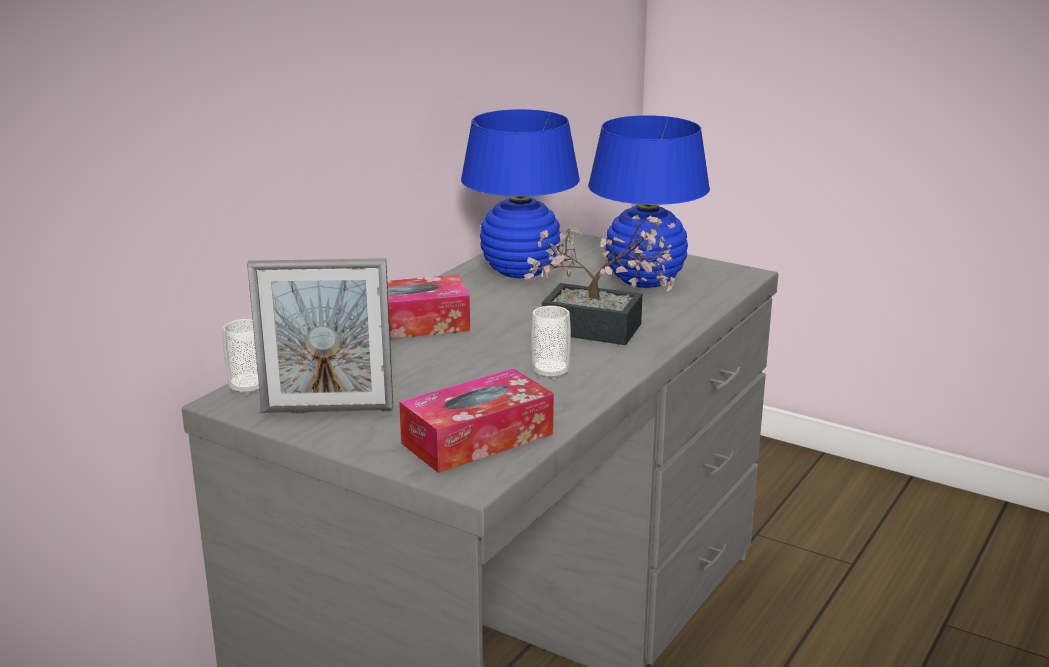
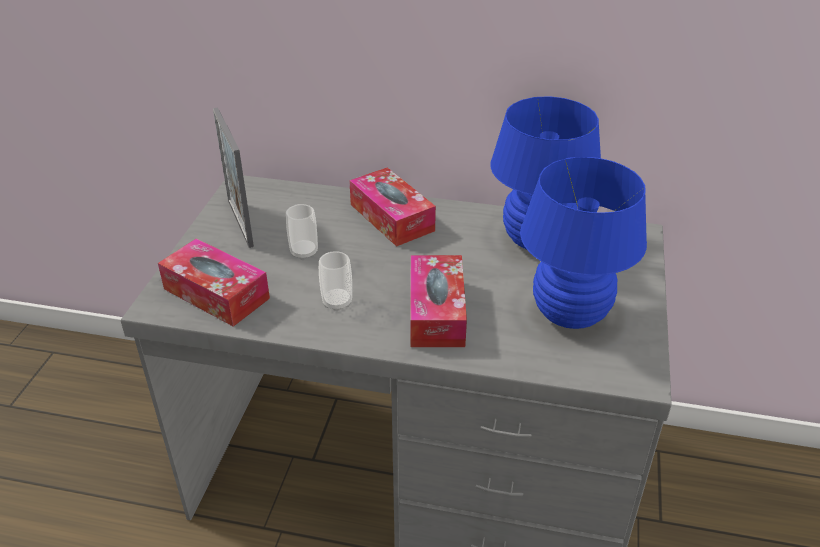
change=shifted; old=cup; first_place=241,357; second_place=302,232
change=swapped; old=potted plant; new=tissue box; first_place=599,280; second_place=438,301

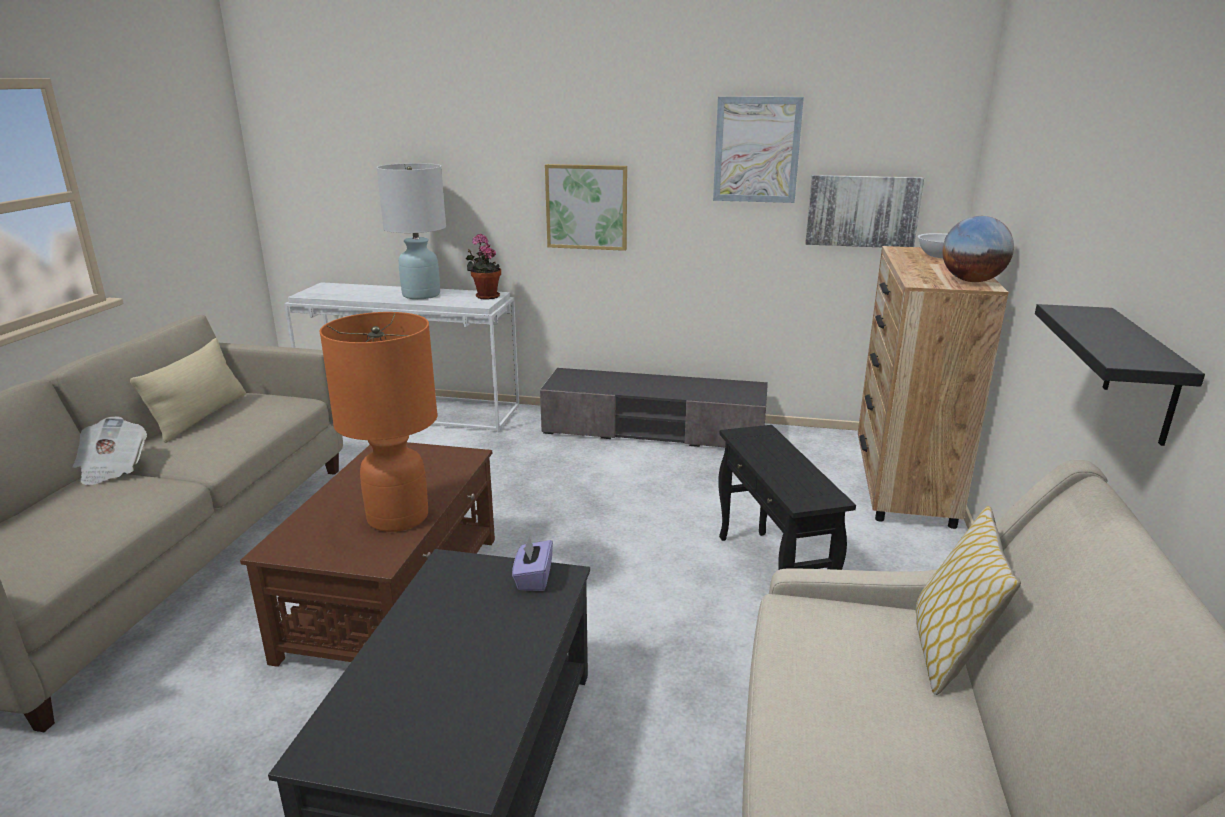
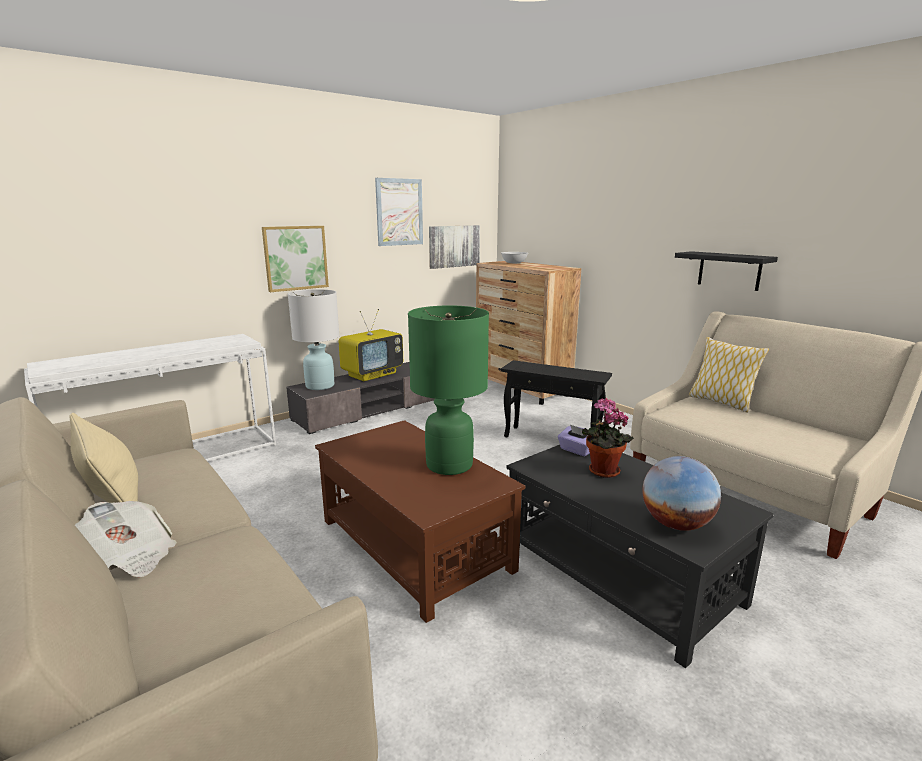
change=shifted; old=white table lamp; first_place=411,231; second_place=314,339
change=new; new=television; second_place=370,345
change=repainted; old=orange table lamp; new=green table lamp; first_place=379,422; second_place=448,390
change=shifted; old=potted plant; first_place=483,267; second_place=608,438
change=shifted; old=globe; first_place=978,249; second_place=681,493

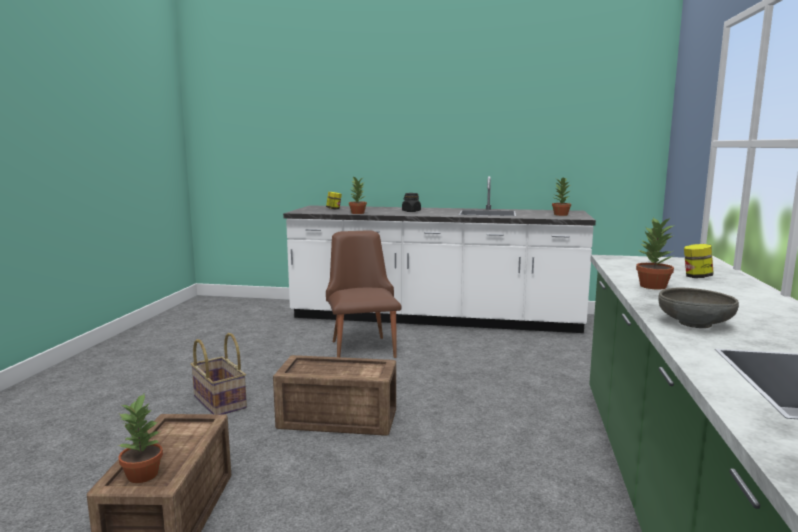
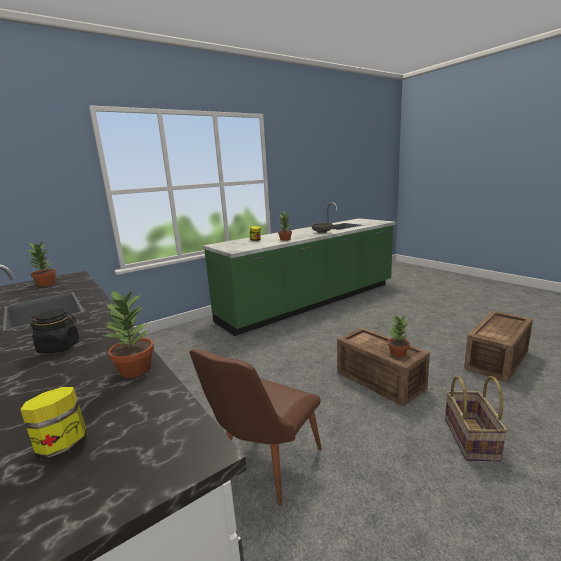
change=shifted; old=potted plant; first_place=140,437; second_place=399,335

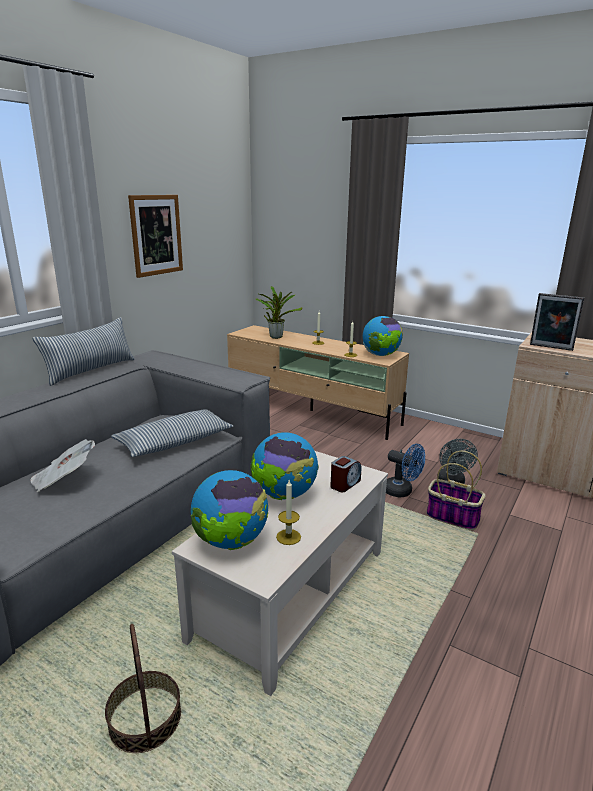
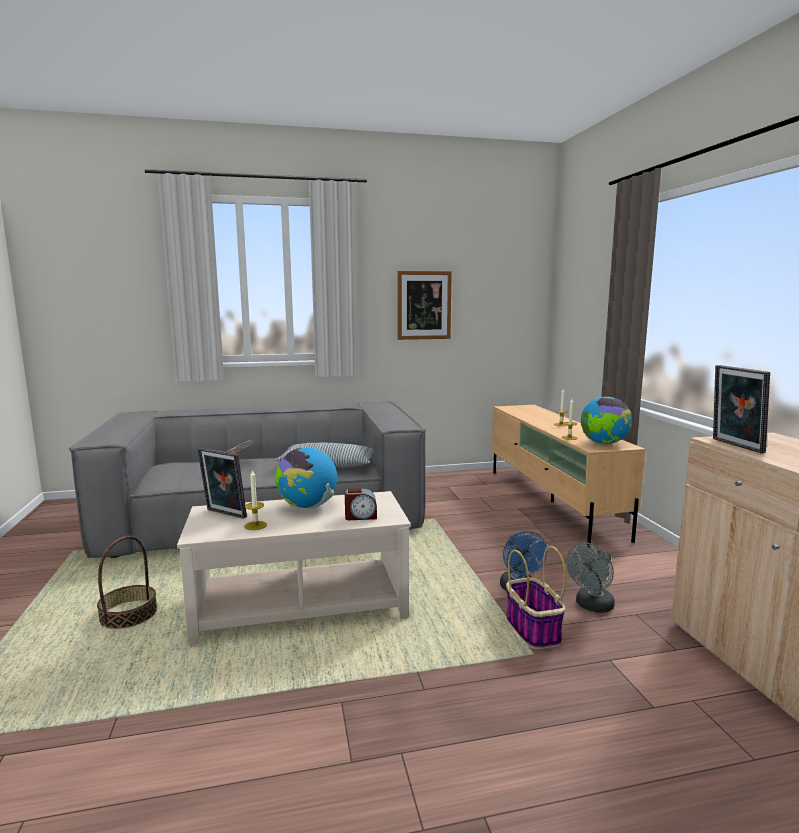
change=swapped; old=globe; new=picture frame; first_place=229,510; second_place=222,483
change=gone; old=pillow; first_place=84,351
change=gone; old=potted plant; first_place=279,312

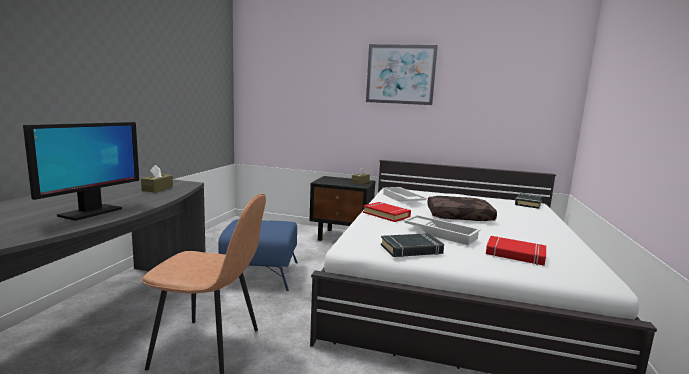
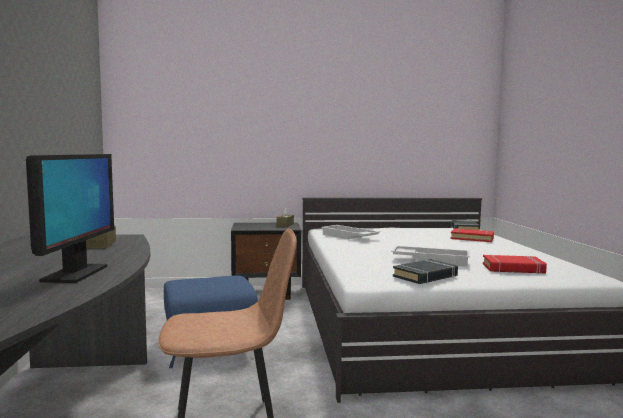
change=shifted; old=red book; first_place=387,212; second_place=472,235
change=gone; old=picture; first_place=402,74
change=gone; old=brown pillow; first_place=462,208

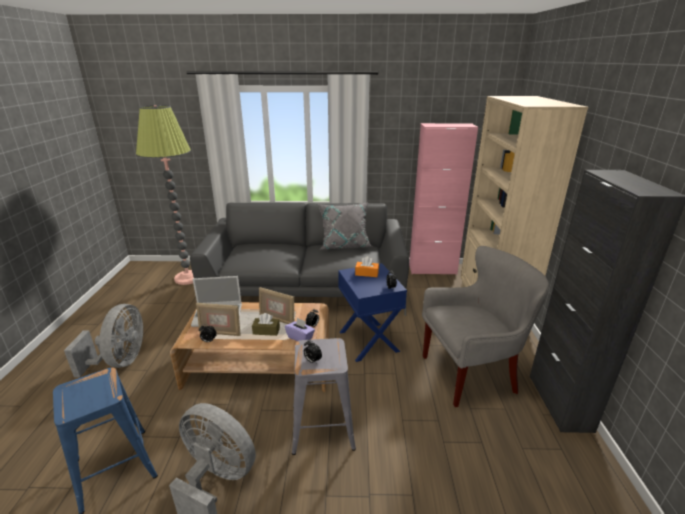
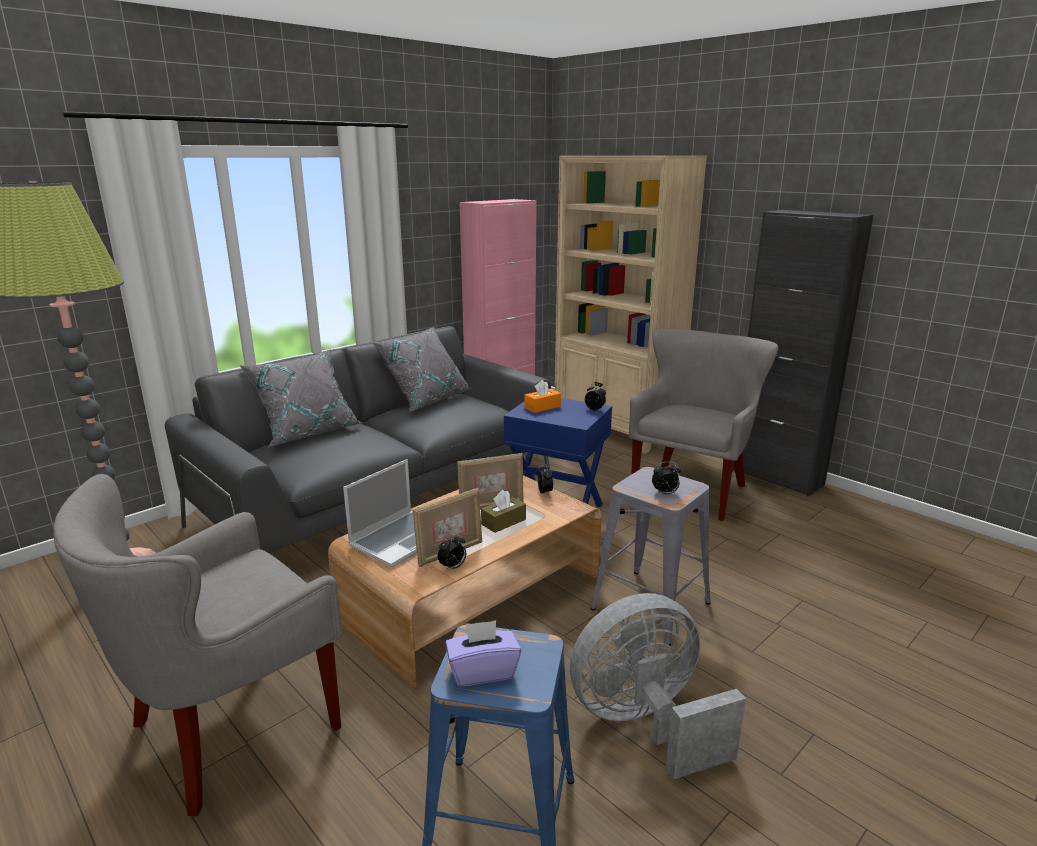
change=swapped; old=grey fan; new=grey armchair; first_place=103,340; second_place=197,645
change=new; new=grey pillow; second_place=301,398
change=shifted; old=purple tissue box; first_place=300,329; second_place=483,653

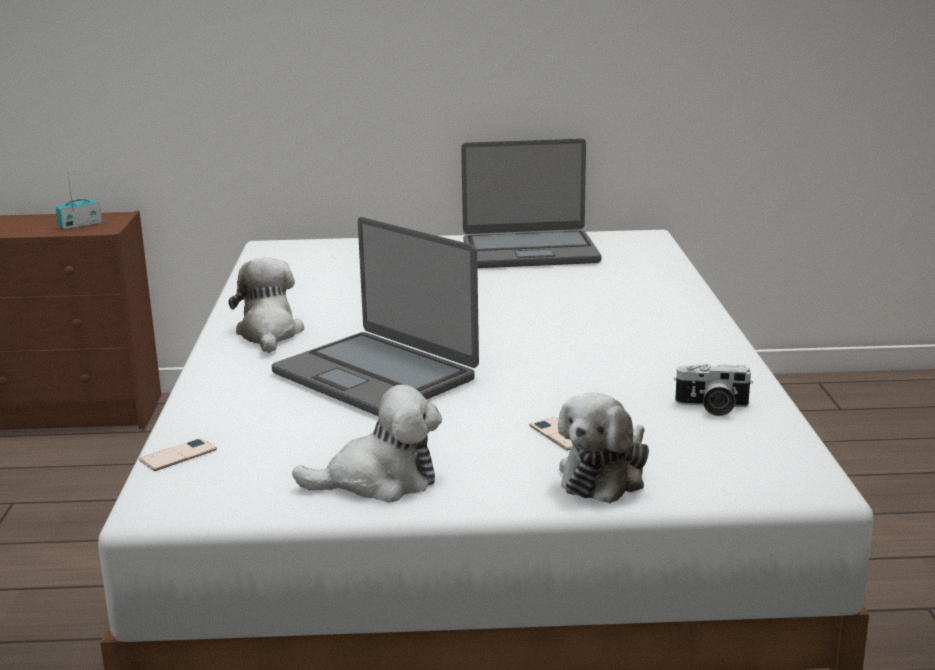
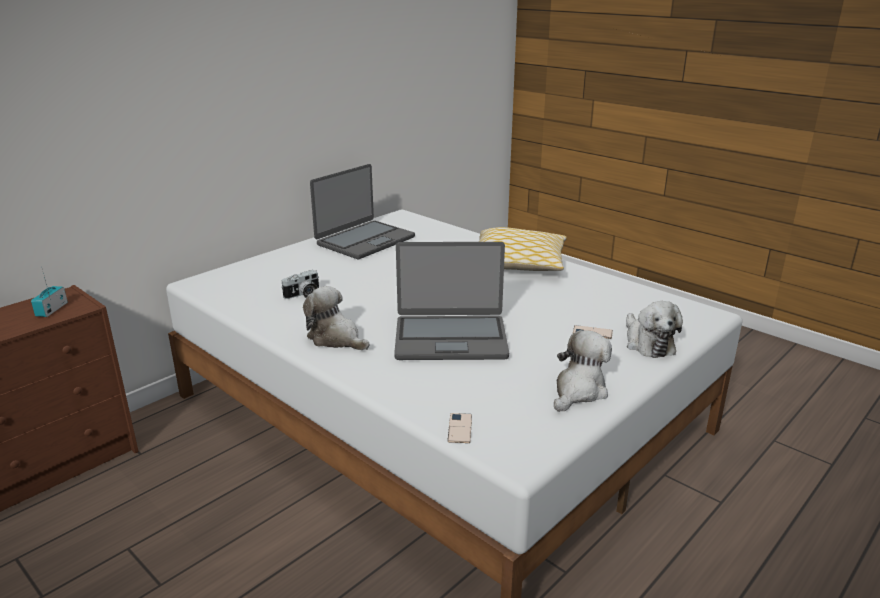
change=shifted; old=photo camera; first_place=713,390; second_place=300,284
change=new; new=pillow; second_place=523,249

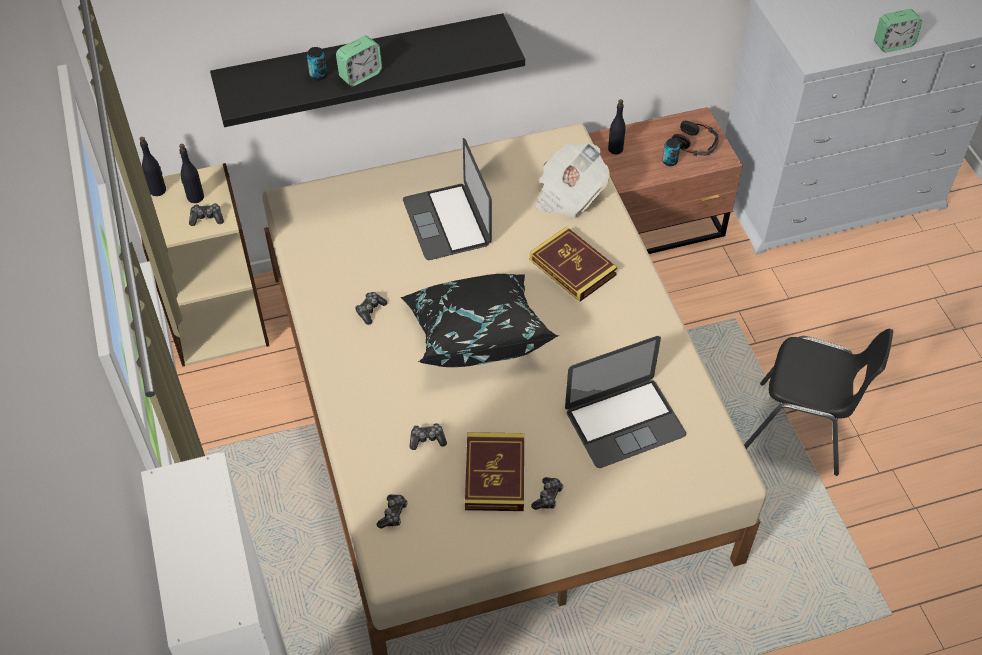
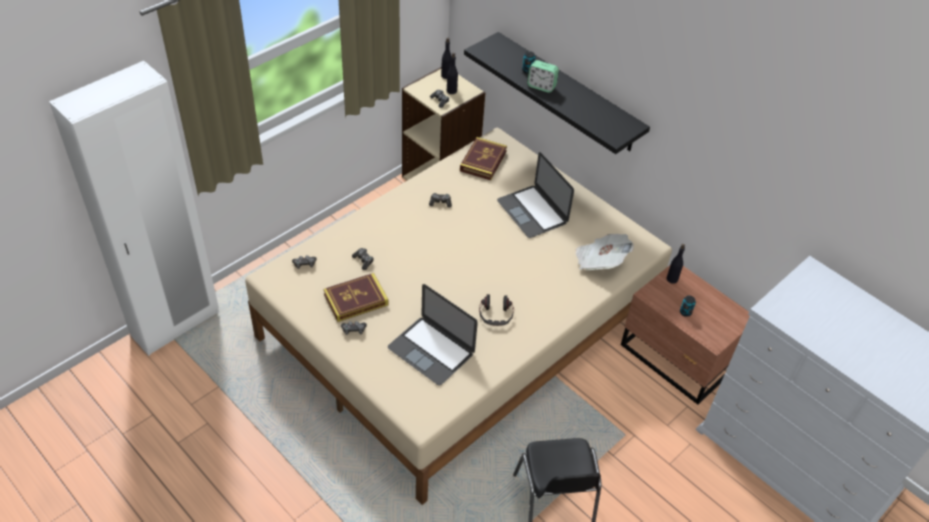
change=shifted; old=book; first_place=573,264; second_place=483,158
change=shifted; old=headphones; first_place=695,138; second_place=497,310
change=rotated; old=laptop; first_place=447,199; second_place=535,195; degrees=-75
change=gone; old=black pillow; first_place=480,320
change=gone; old=alarm clock; first_place=898,30

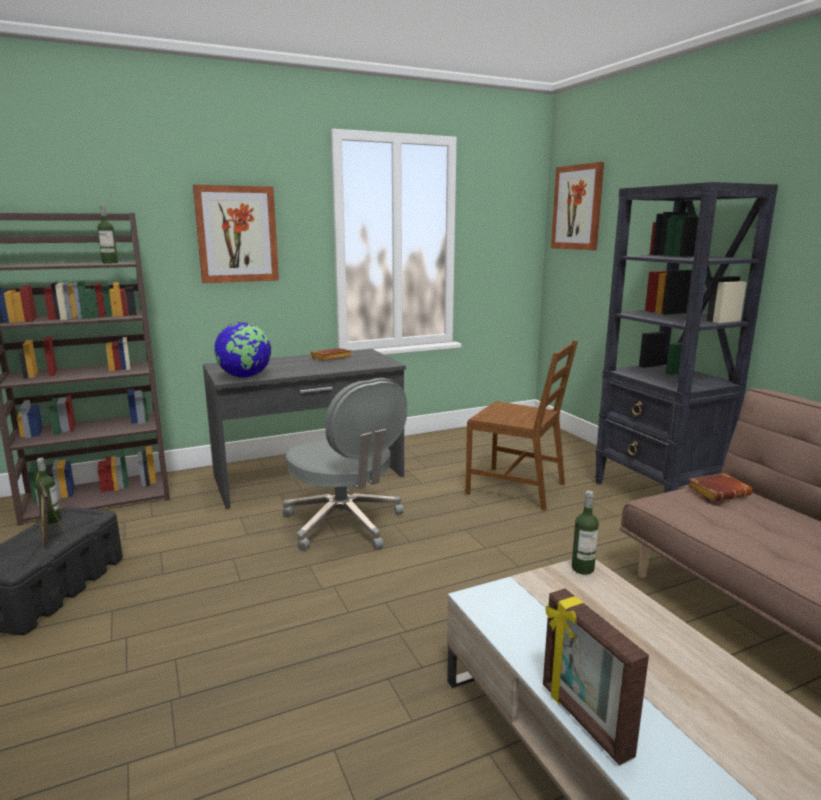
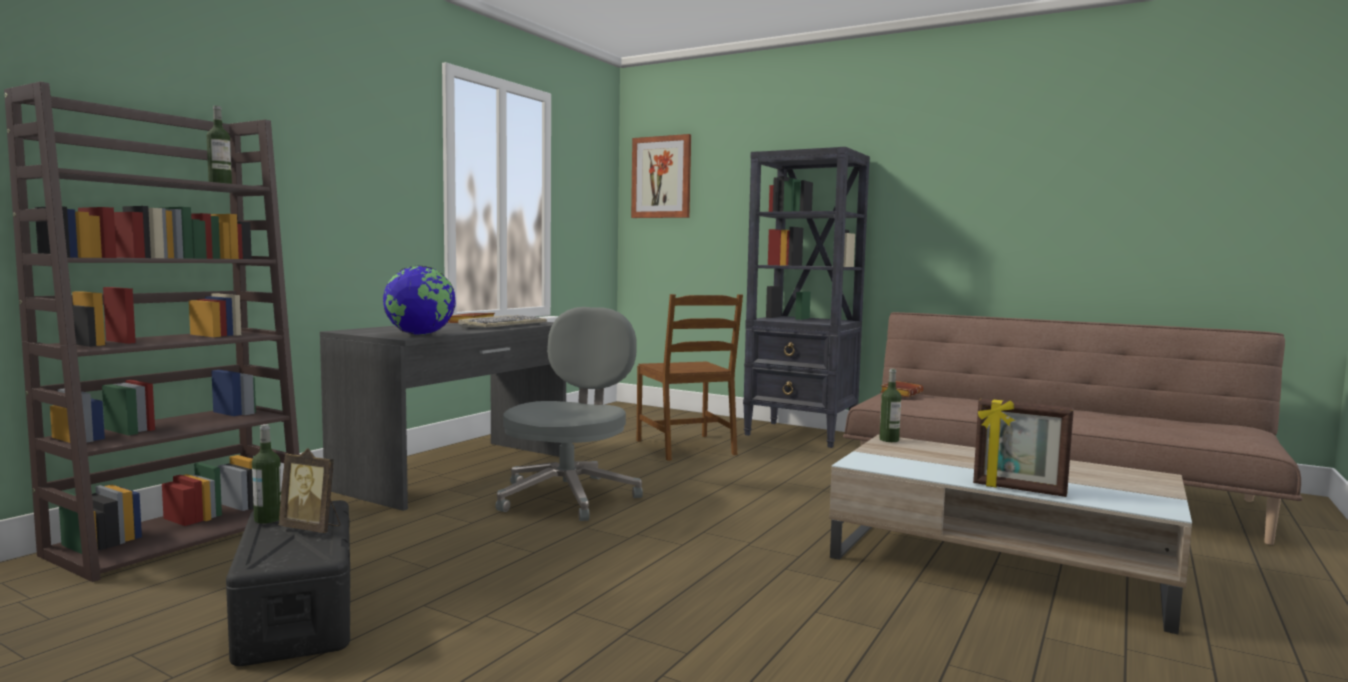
change=new; new=keyboard; second_place=502,321
change=rotated; old=grey office chair; first_place=344,464; second_place=569,414; degrees=-90
change=rotated; old=brown chair; first_place=521,425; second_place=690,377; degrees=75
change=gone; old=picture; first_place=236,234

